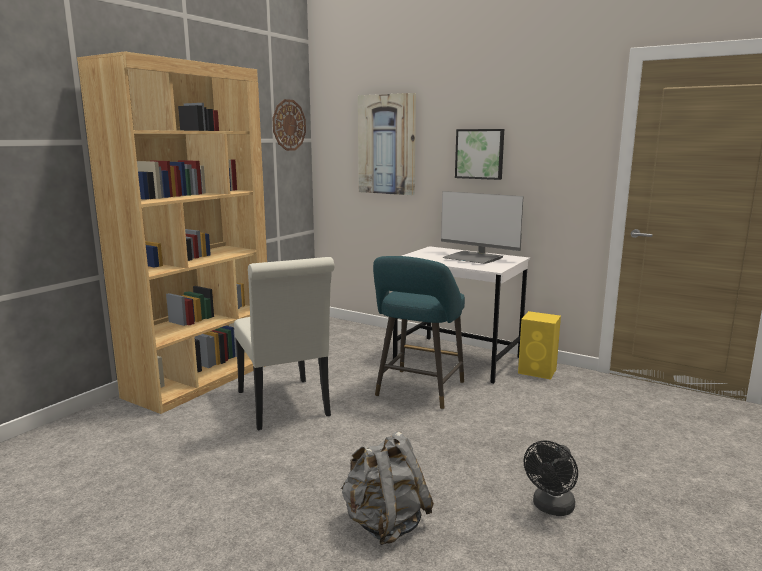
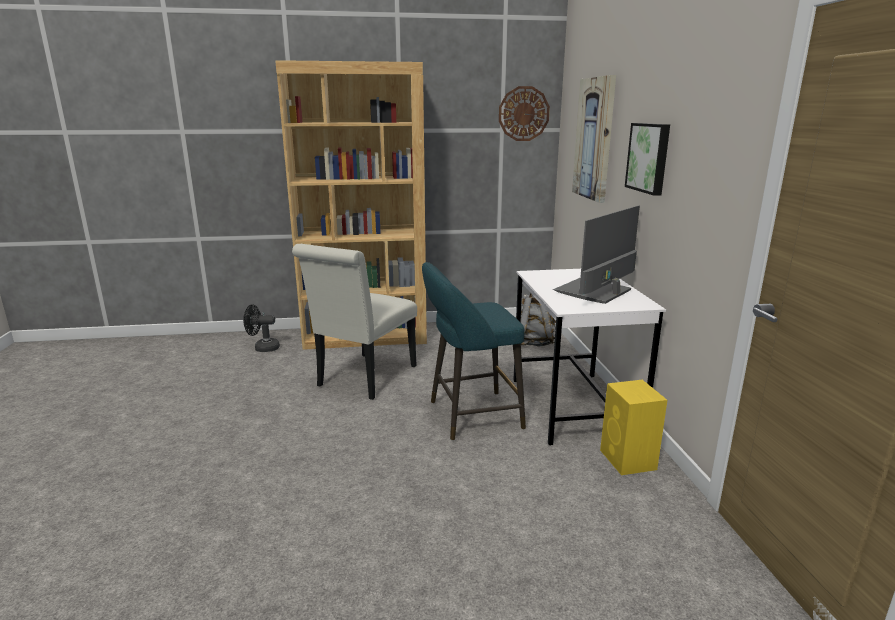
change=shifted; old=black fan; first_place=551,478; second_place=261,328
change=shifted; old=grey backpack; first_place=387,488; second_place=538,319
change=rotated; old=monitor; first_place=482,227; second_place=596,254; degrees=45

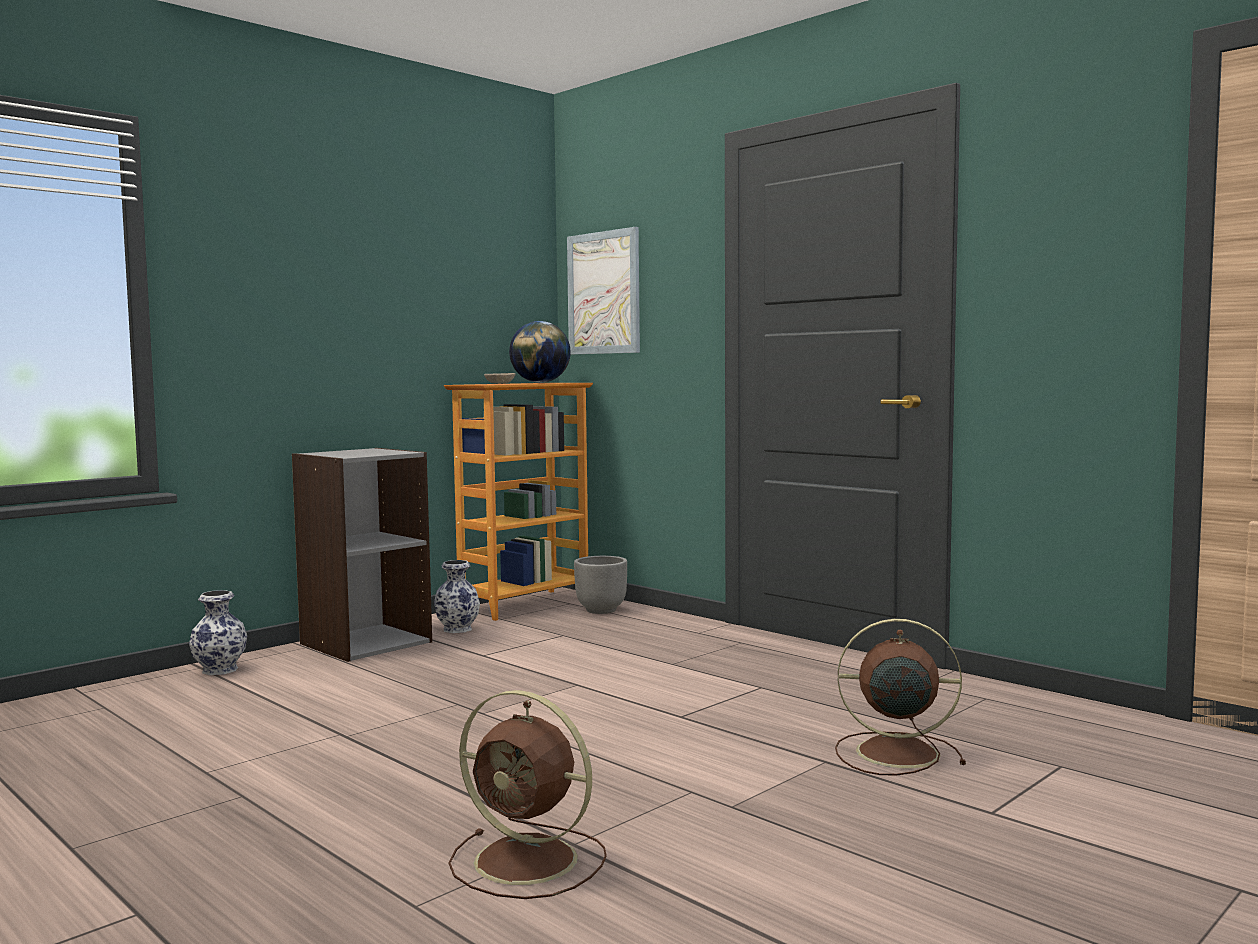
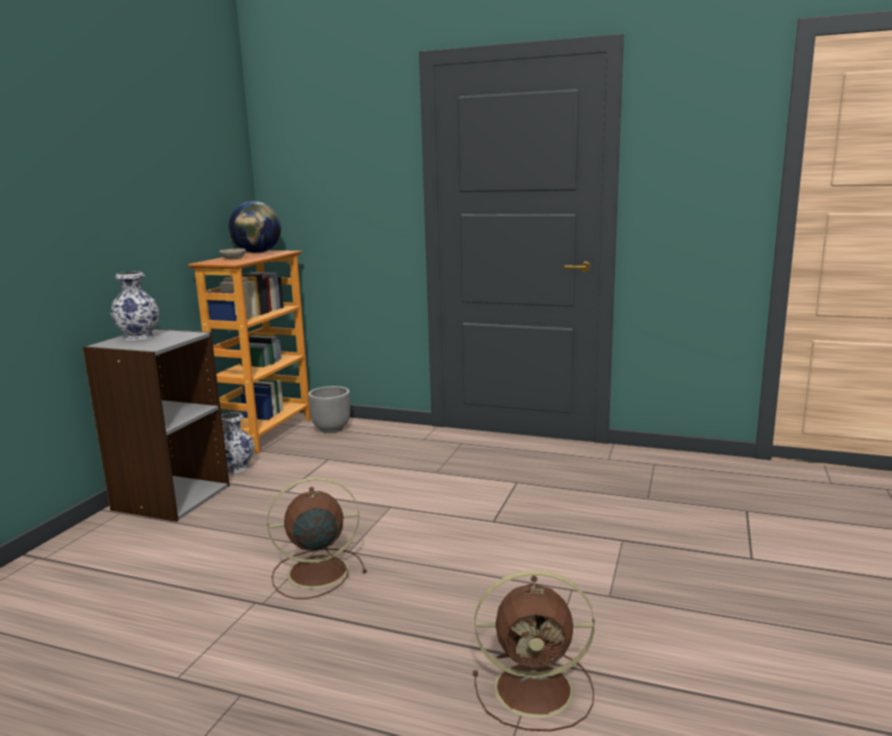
change=shifted; old=vase; first_place=218,632; second_place=135,306
change=shifted; old=brown fan; first_place=900,697; second_place=317,538
change=gone; old=picture; first_place=603,290

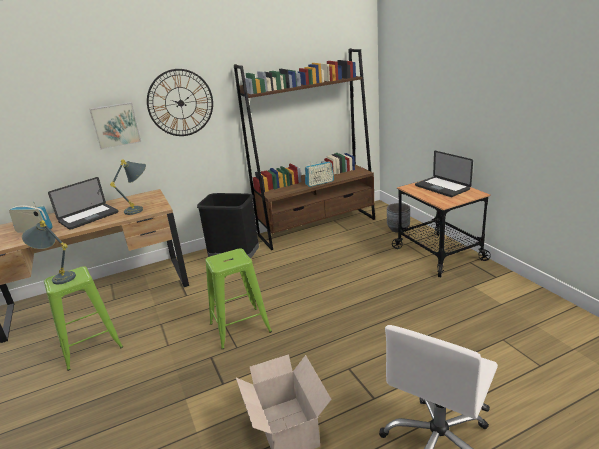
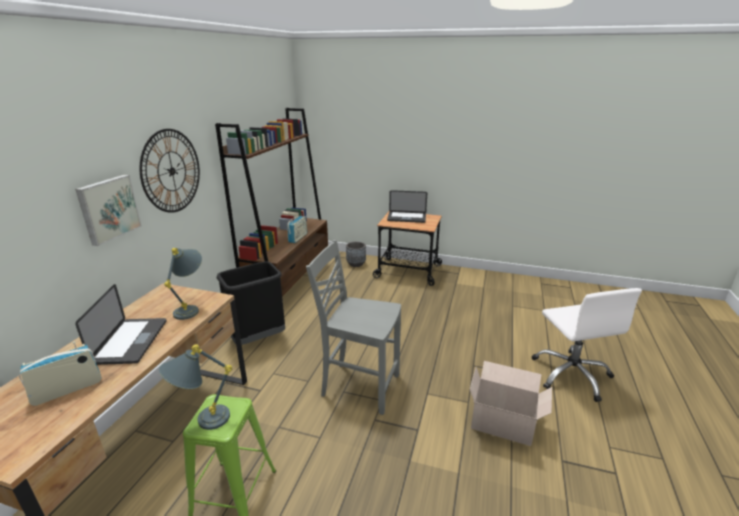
change=swapped; old=green stool; new=grey chair; first_place=238,298; second_place=353,327

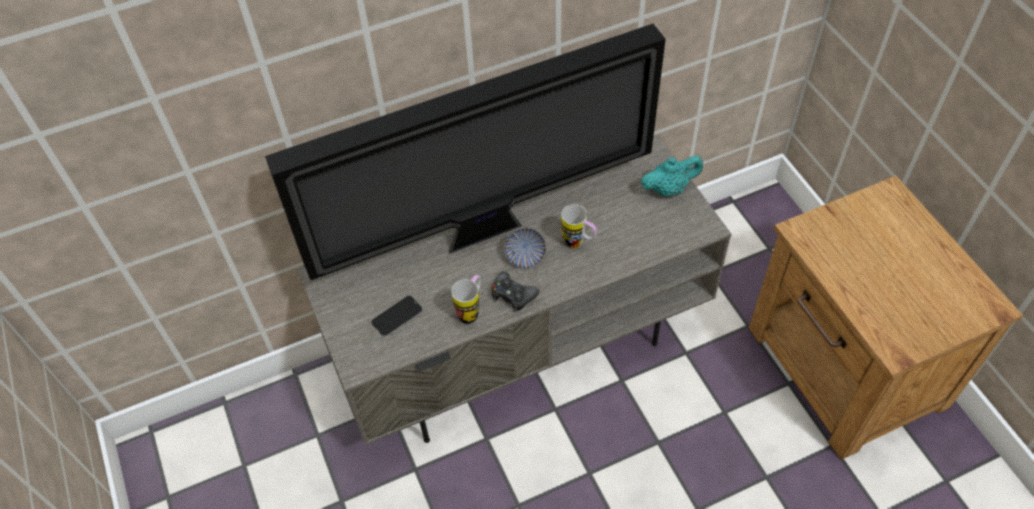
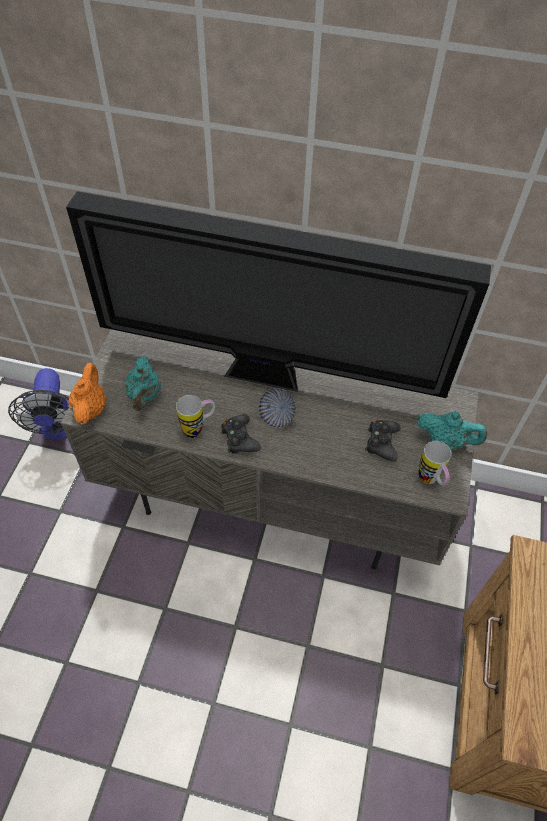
change=new; new=fan; second_place=38,404
change=new; new=orange teapot; second_place=87,394
change=swapped; old=phone; new=turquoise teapot; first_place=397,316; second_place=143,383
change=new; new=black game controller; second_place=383,440
change=shifted; old=mug; first_place=579,226; second_place=435,463

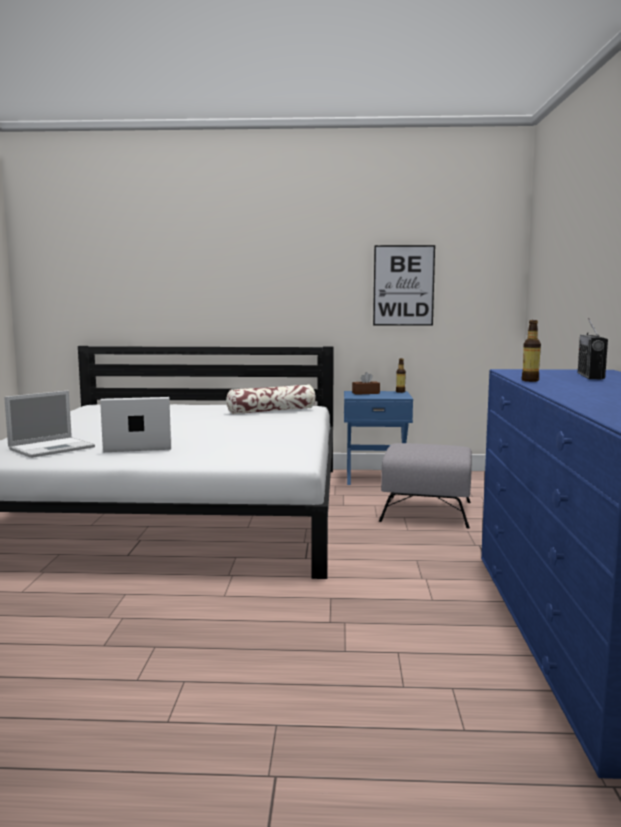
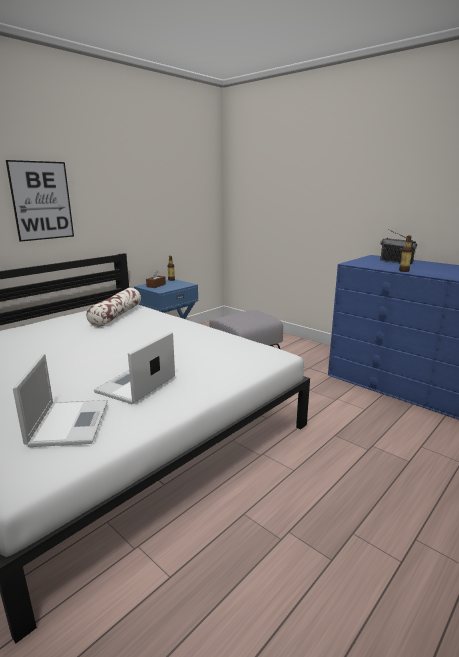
change=shifted; old=picture; first_place=404,285; second_place=40,201

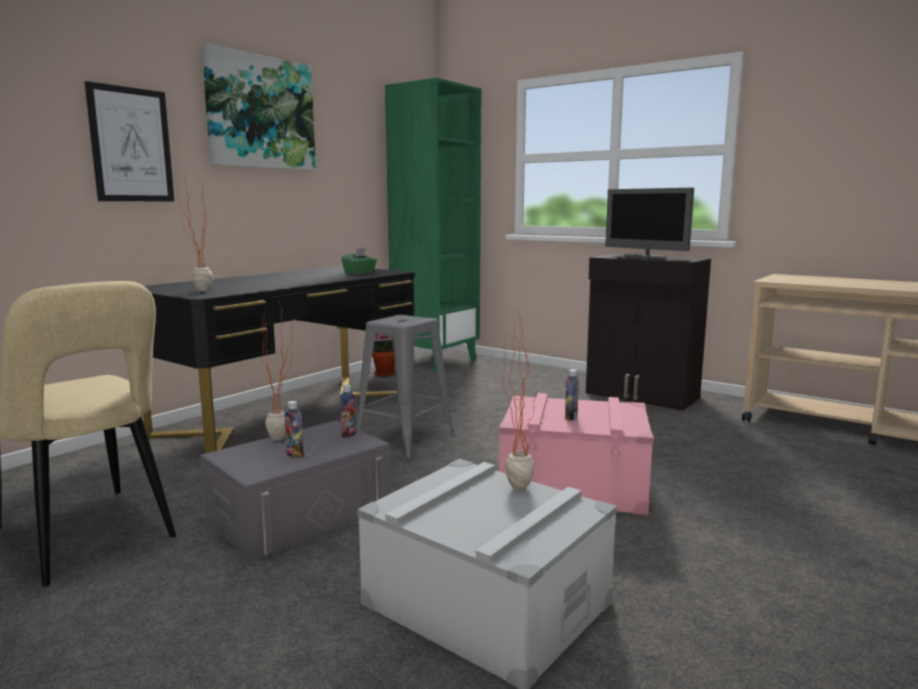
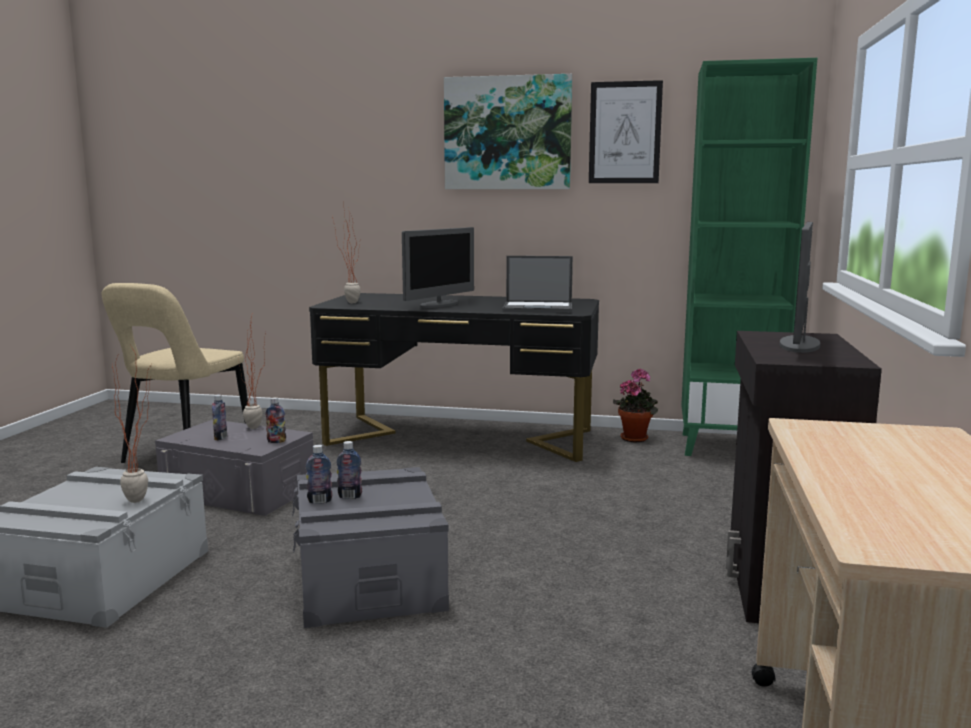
change=repainted; old=pink storage box; new=grey storage box; first_place=576,454; second_place=370,547
change=new; new=bottle; second_place=319,474
change=new; new=monitor; second_place=438,267
change=swapped; old=green tissue box; new=laptop; first_place=359,261; second_place=537,284
change=shifted; old=picture; first_place=129,141; second_place=626,131
change=gone; old=grey stool; first_place=405,386

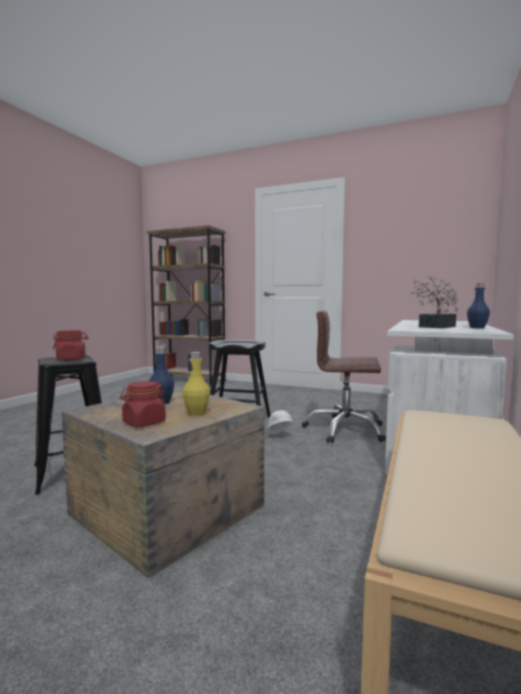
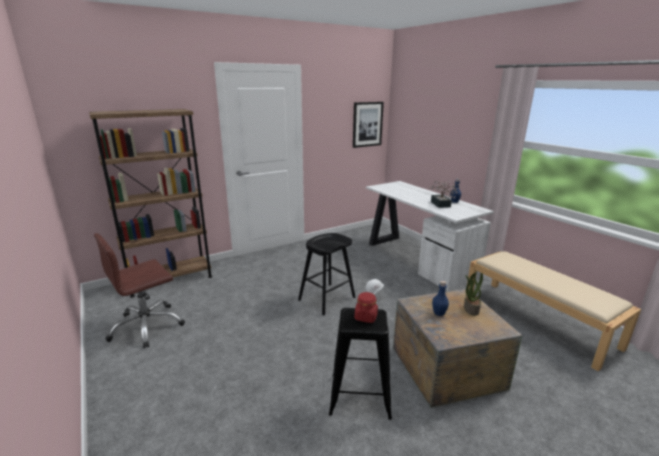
change=shifted; old=brown office chair; first_place=344,376; second_place=139,290
change=new; new=picture; second_place=368,125
change=swapped; old=yellow bottle; new=potted plant; first_place=196,384; second_place=473,294
change=gone; old=red jar; first_place=143,404

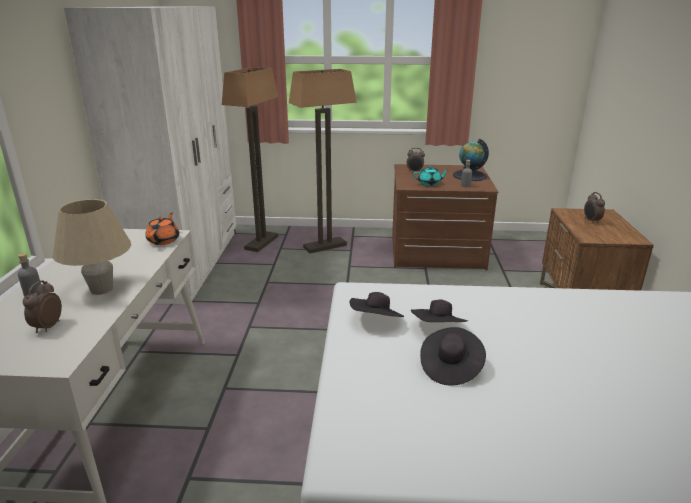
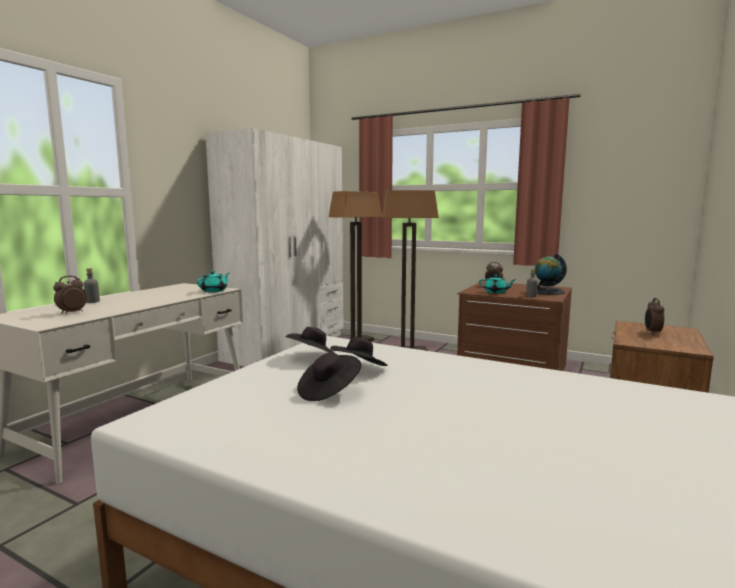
change=repainted; old=orange teapot; new=turquoise teapot; first_place=162,229; second_place=213,281
change=gone; old=beige table lamp; first_place=92,247

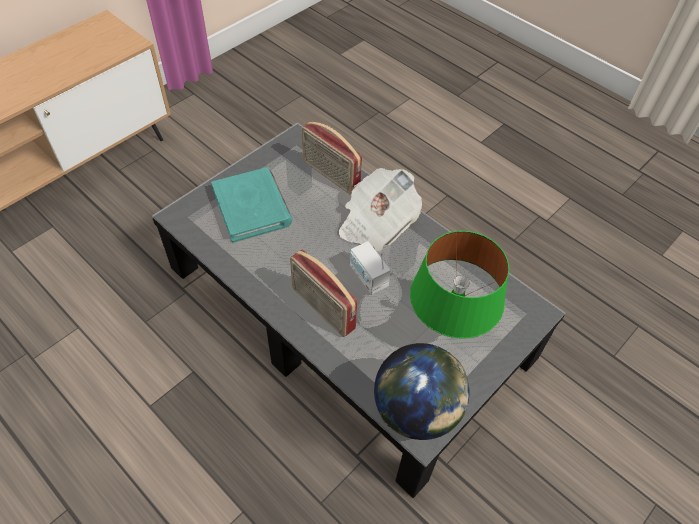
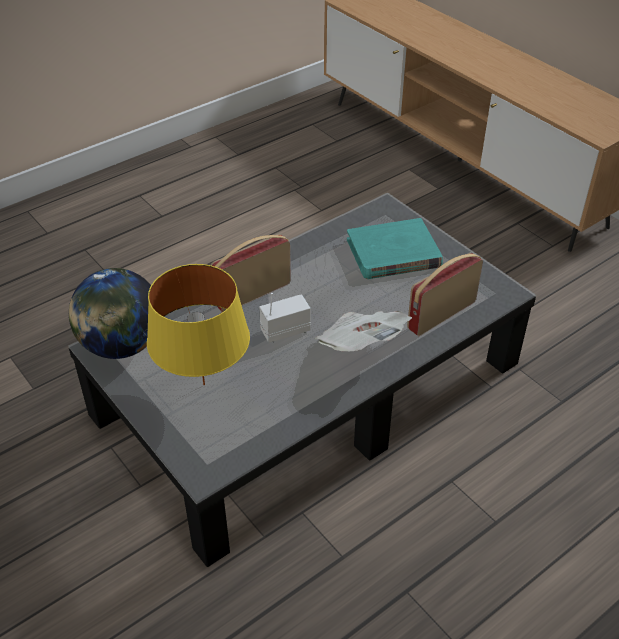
change=repainted; old=green table lamp; new=yellow table lamp; first_place=459,285; second_place=198,324

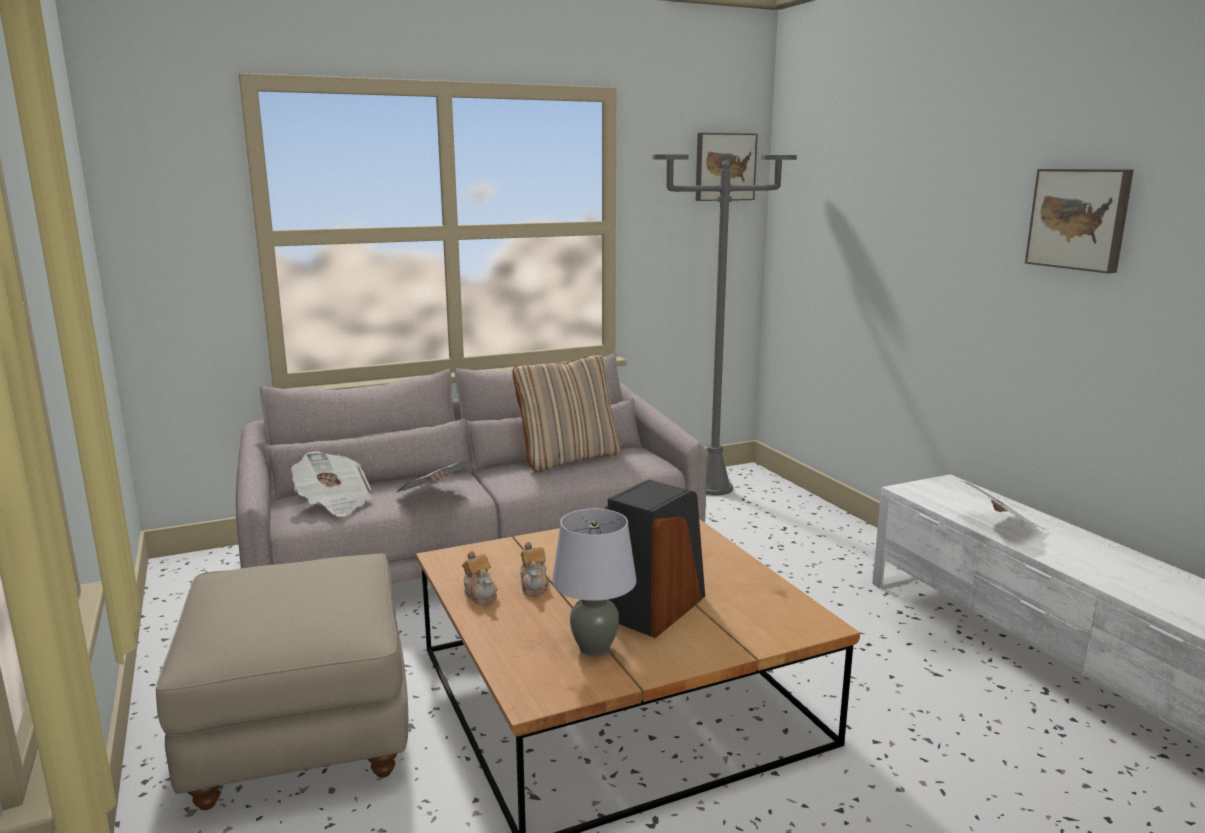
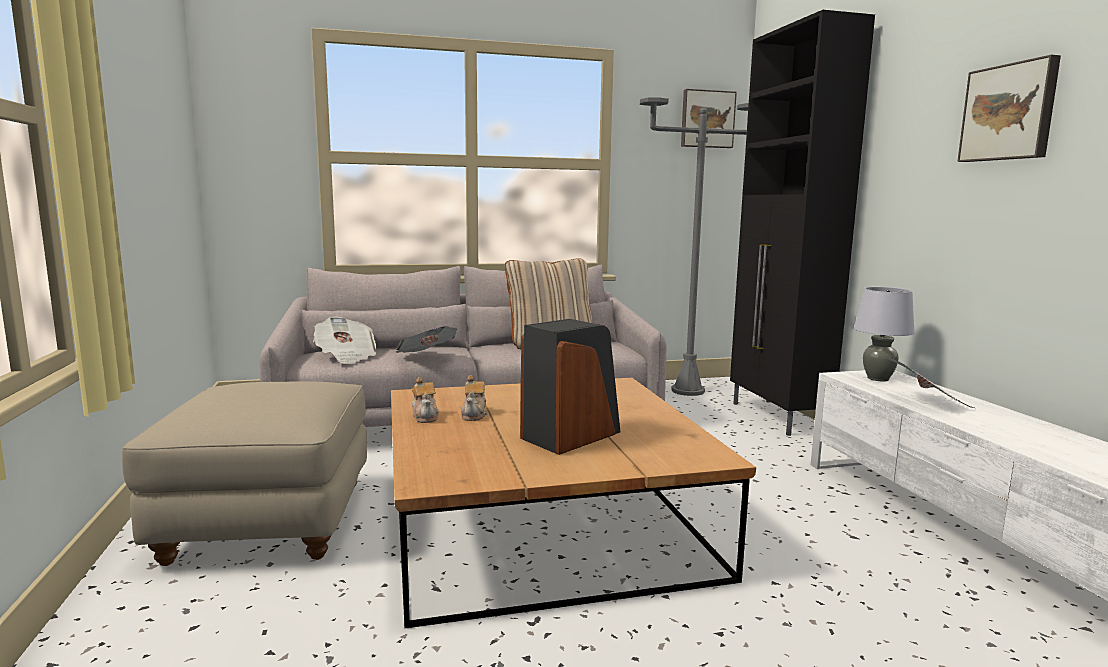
change=new; new=black cabinet; second_place=802,223
change=shifted; old=grey table lamp; first_place=594,582; second_place=884,334

